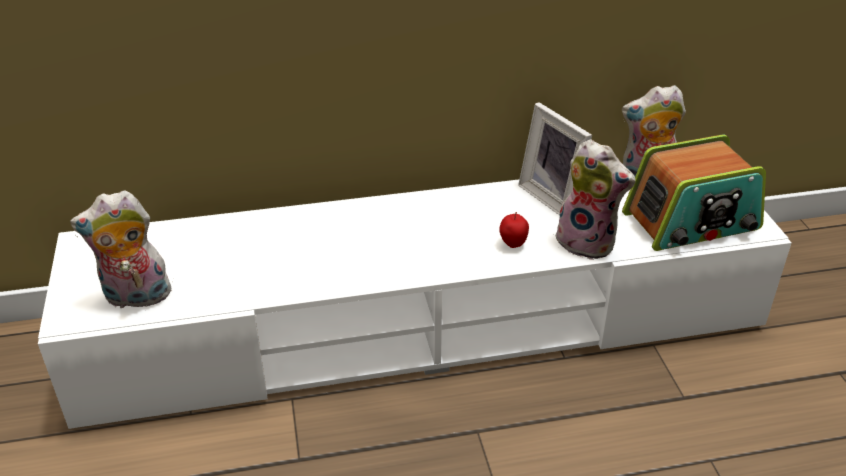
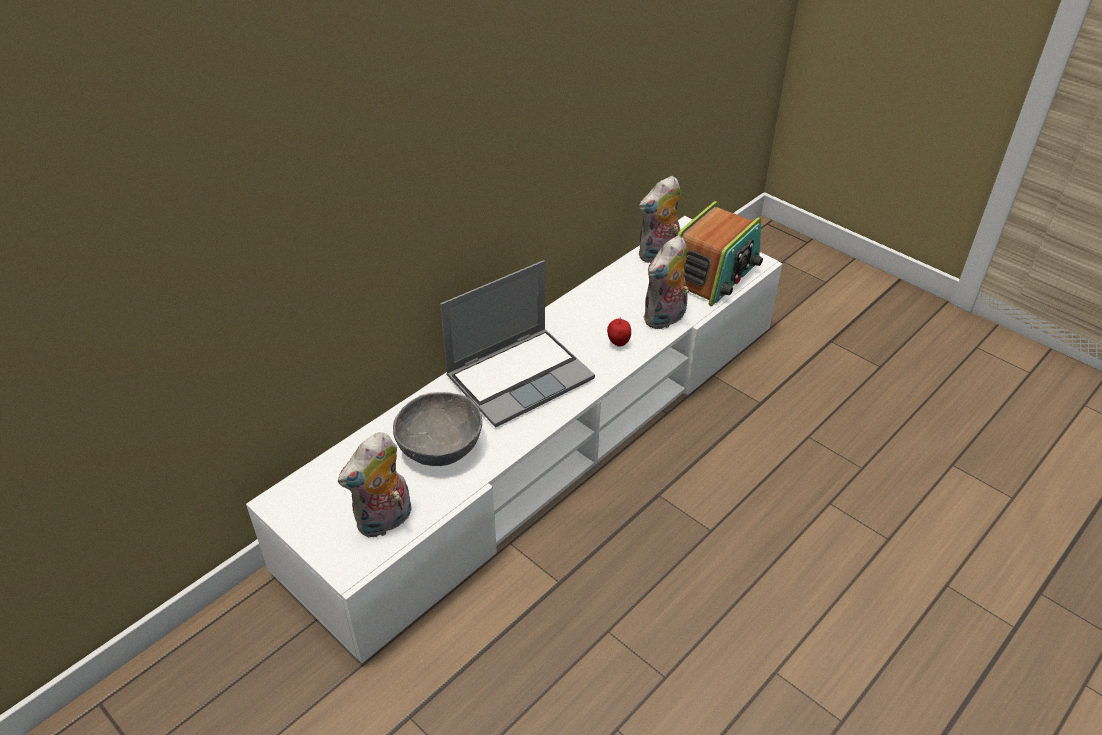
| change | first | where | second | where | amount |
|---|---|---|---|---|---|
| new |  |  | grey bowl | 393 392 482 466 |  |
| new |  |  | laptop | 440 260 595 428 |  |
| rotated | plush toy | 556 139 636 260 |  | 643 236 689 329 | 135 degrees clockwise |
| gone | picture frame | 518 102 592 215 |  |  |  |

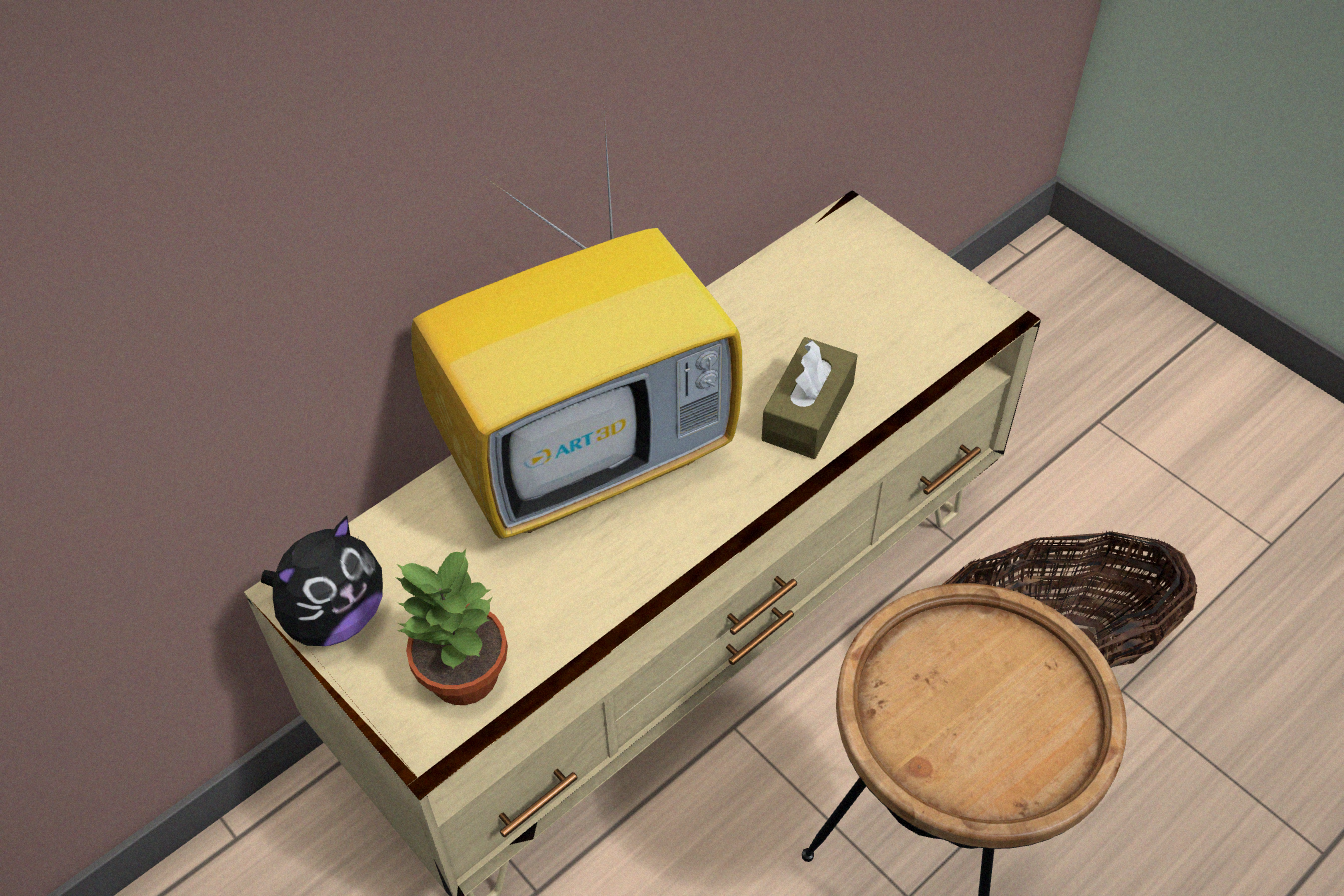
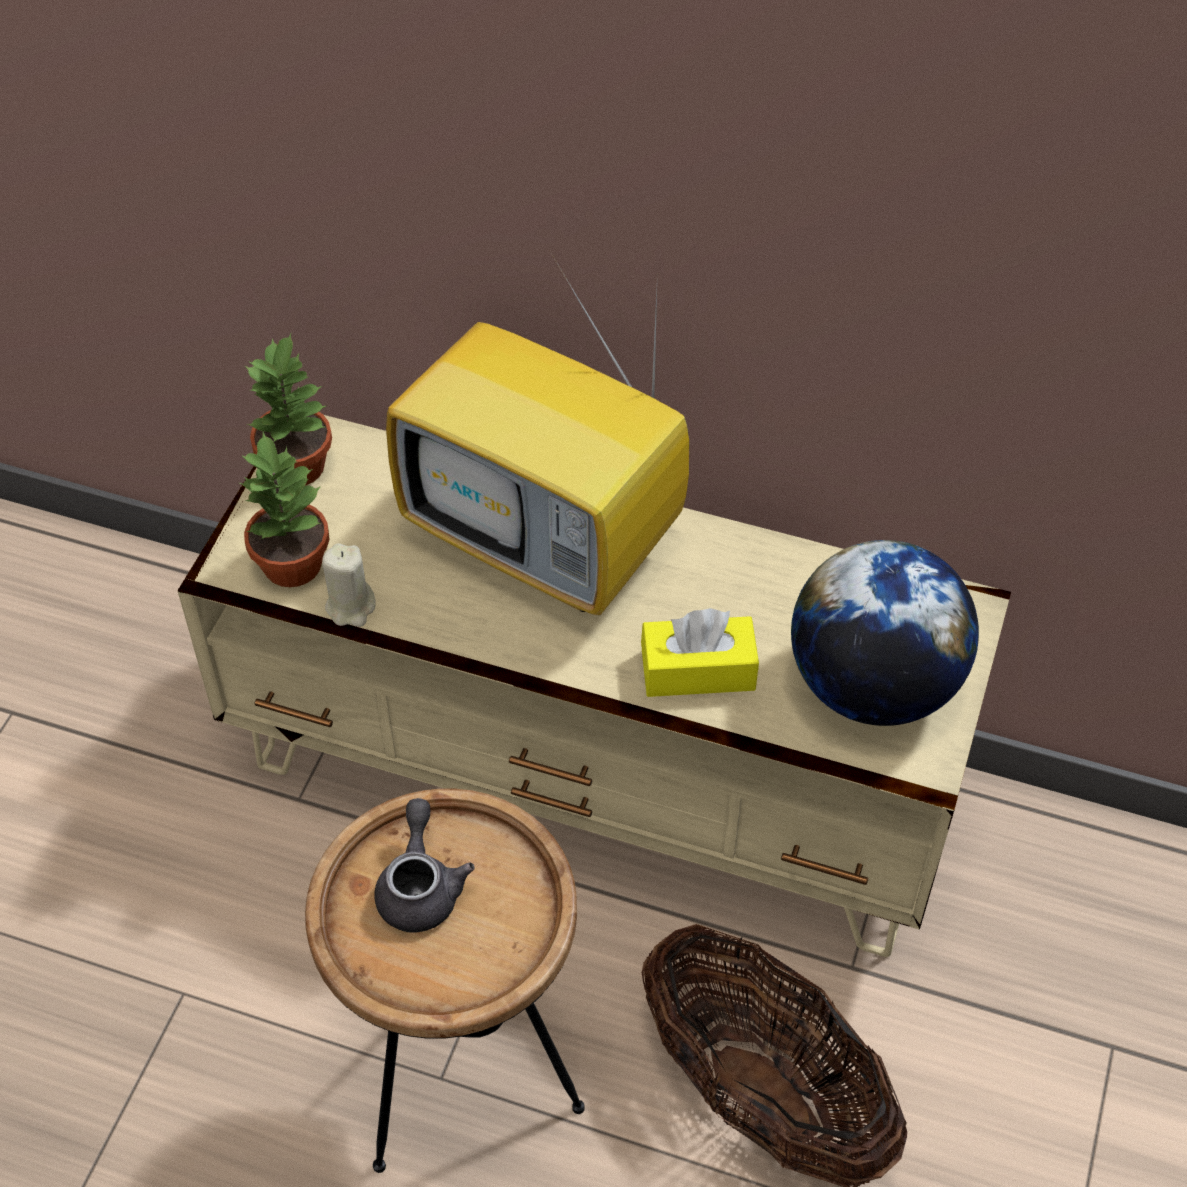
| change | first | where | second | where | amount |
|---|---|---|---|---|---|
| swapped | plush toy | 261 516 383 646 | potted plant | 244 334 332 486 |  |
| new |  |  | beige candle | 322 543 376 627 |  |
| new |  |  | grey teapot | 374 798 475 933 |  |
| repainted | brown tissue box | 762 337 857 459 | yellow tissue box | 641 608 759 697 |  |
| new |  |  | globe | 791 540 979 726 |  |

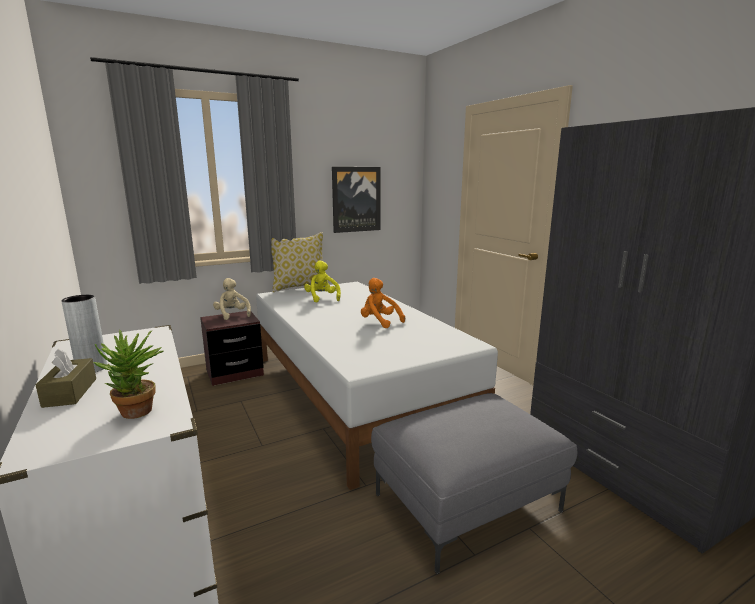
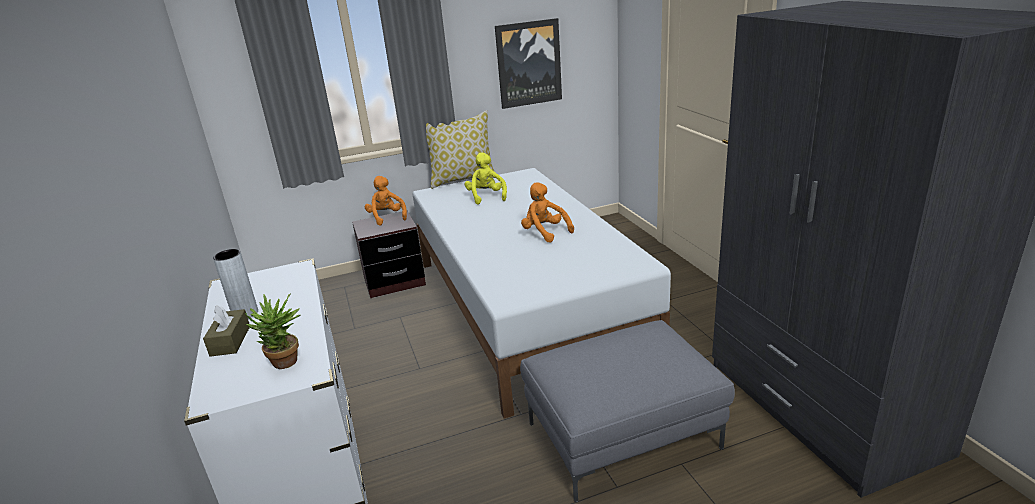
| change | first | where | second | where | amount |
|---|---|---|---|---|---|
| repainted | beige plush toy | 213 278 251 320 | orange plush toy | 365 176 407 226 |  |

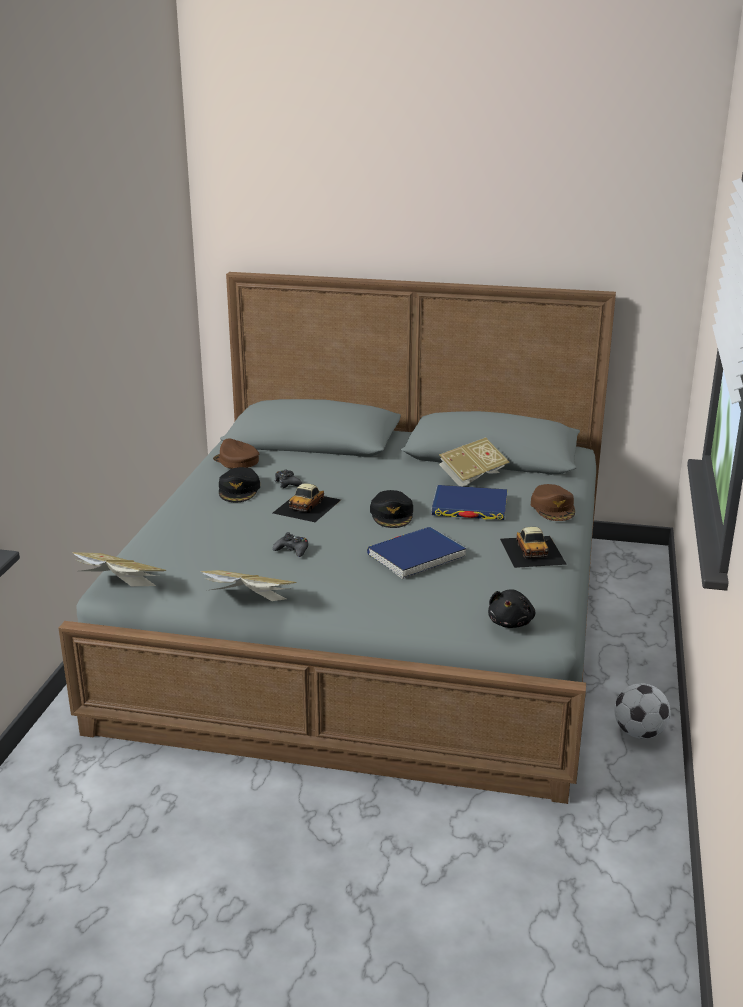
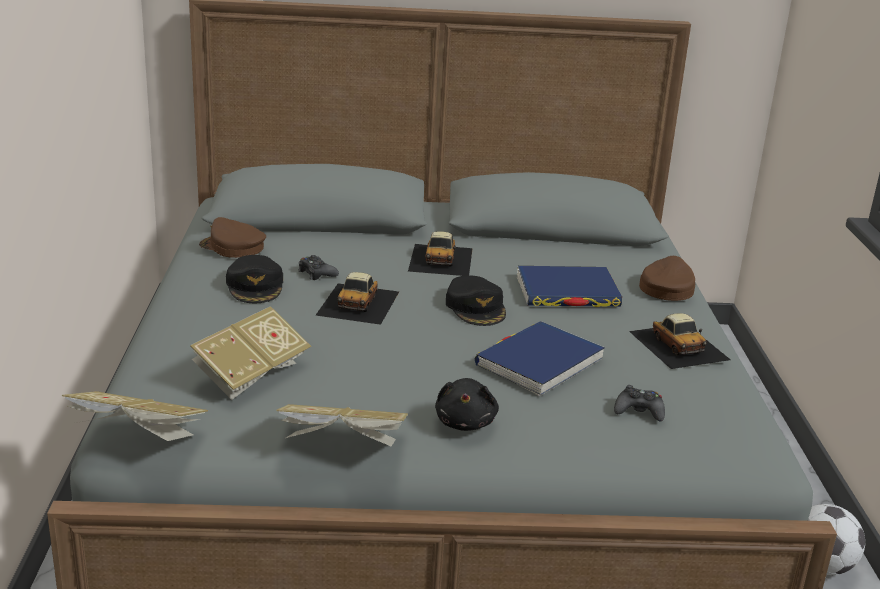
| change | first | where | second | where | amount |
|---|---|---|---|---|---|
| shifted | book | 439 437 510 487 |  | 190 306 311 400 |  |
| new |  |  | toy car | 408 231 473 276 |  |
| shifted | black plush toy | 488 589 535 628 |  | 435 378 499 431 |  |
| shifted | black game controller | 273 532 308 557 |  | 614 385 665 421 |  |
| rotated | brown cap | 531 484 575 521 |  | 639 256 695 301 | 135 degrees counterclockwise |

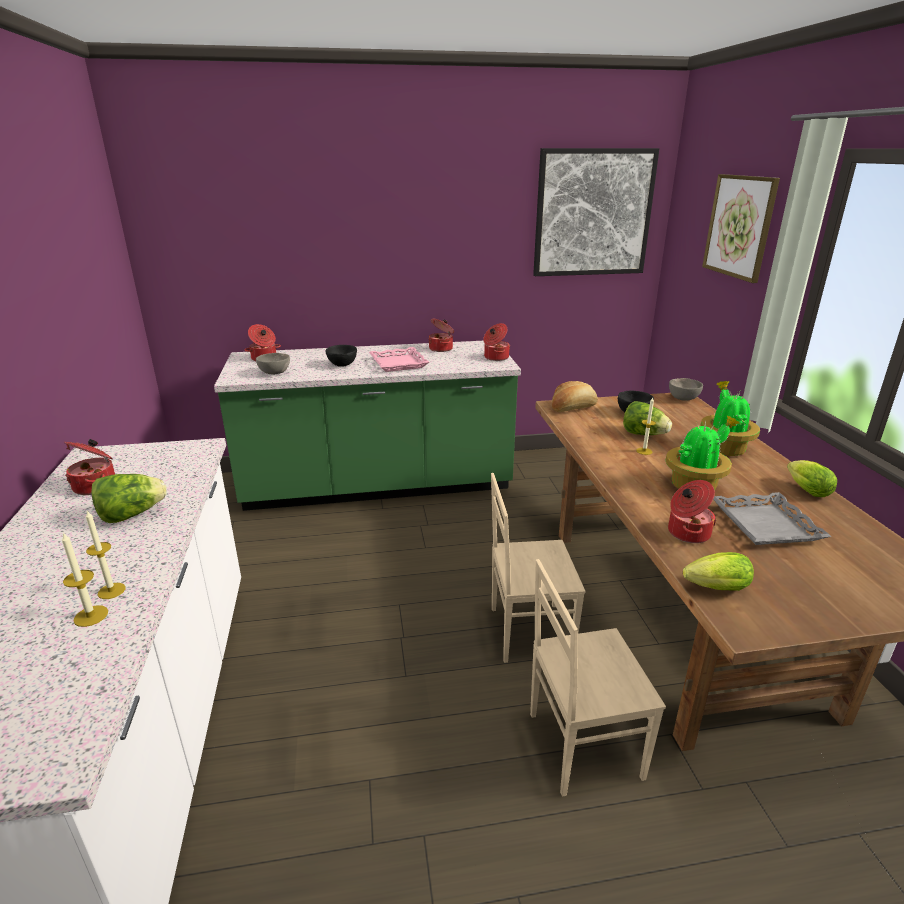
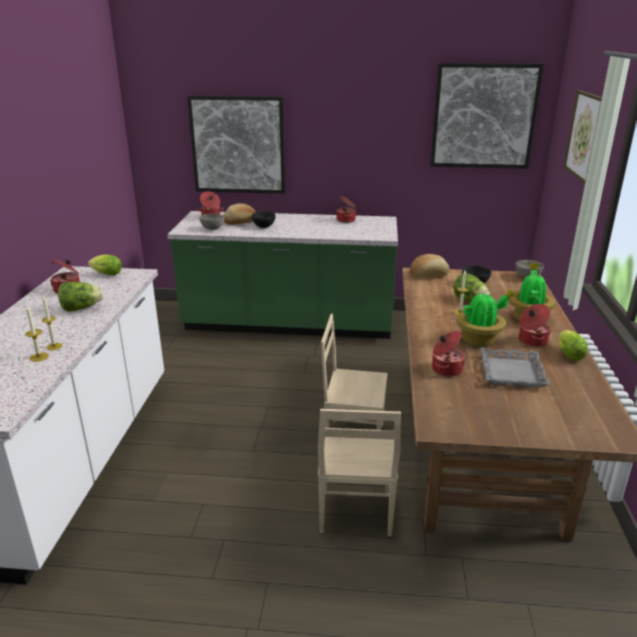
| change | first | where | second | where | amount |
|---|---|---|---|---|---|
| shifted | lettuce | 683 552 754 591 |  | 88 254 122 275 |  |
| new |  |  | picture | 187 95 286 194 |  |
| new |  |  | bread | 223 203 255 225 |  |
| rotated | beige chair | 530 559 666 797 |  | 318 409 401 536 | 90 degrees counterclockwise |
| shifted | cooking pot | 483 323 510 361 |  | 519 304 551 347 |  |
| gone | pink tray | 369 347 429 372 |  |  |  |

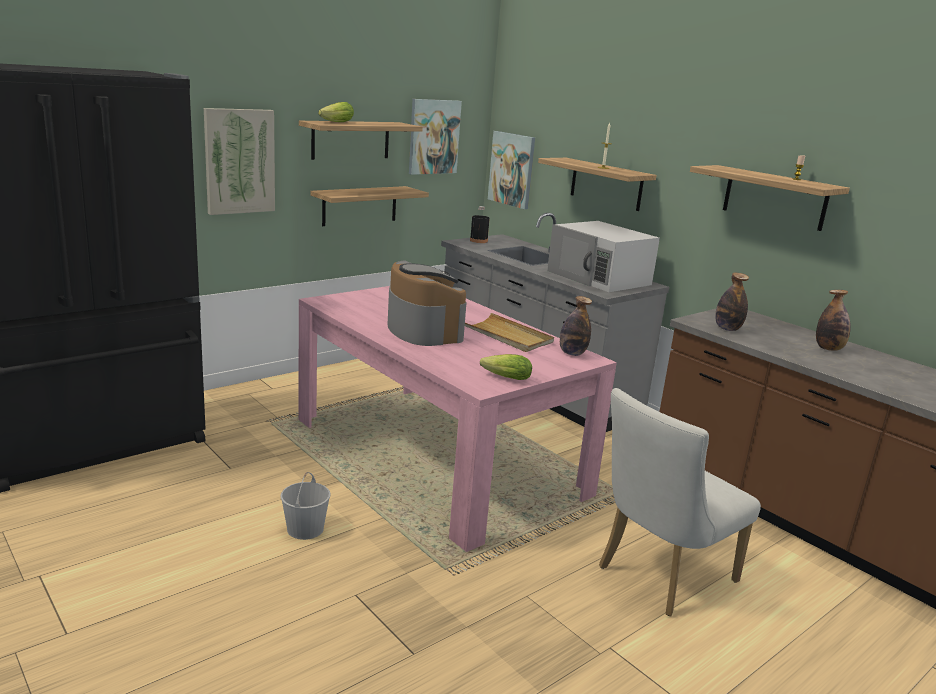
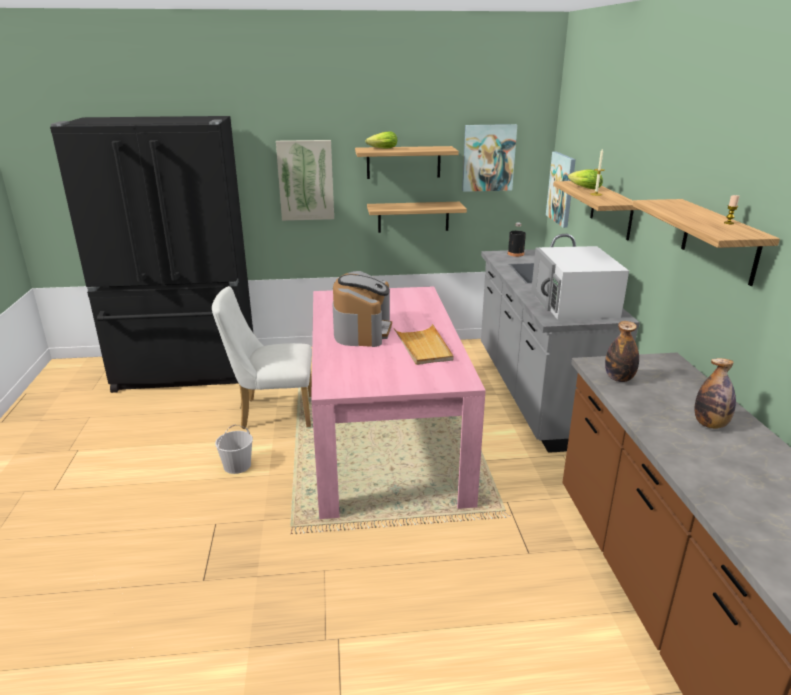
| change | first | where | second | where | amount |
|---|---|---|---|---|---|
| shifted | white chair | 599 388 761 616 |  | 212 286 312 429 |  |
| shifted | lettuce | 480 354 532 380 |  | 568 170 603 189 |  |
| gone | bottle | 560 296 592 356 |  |  |  |

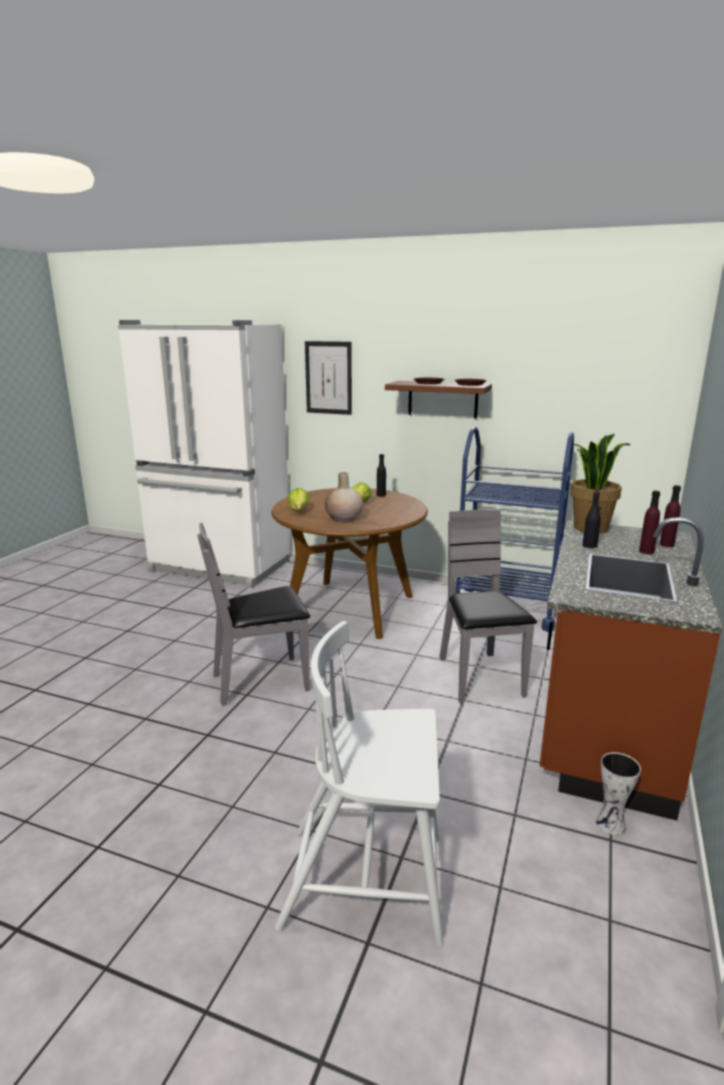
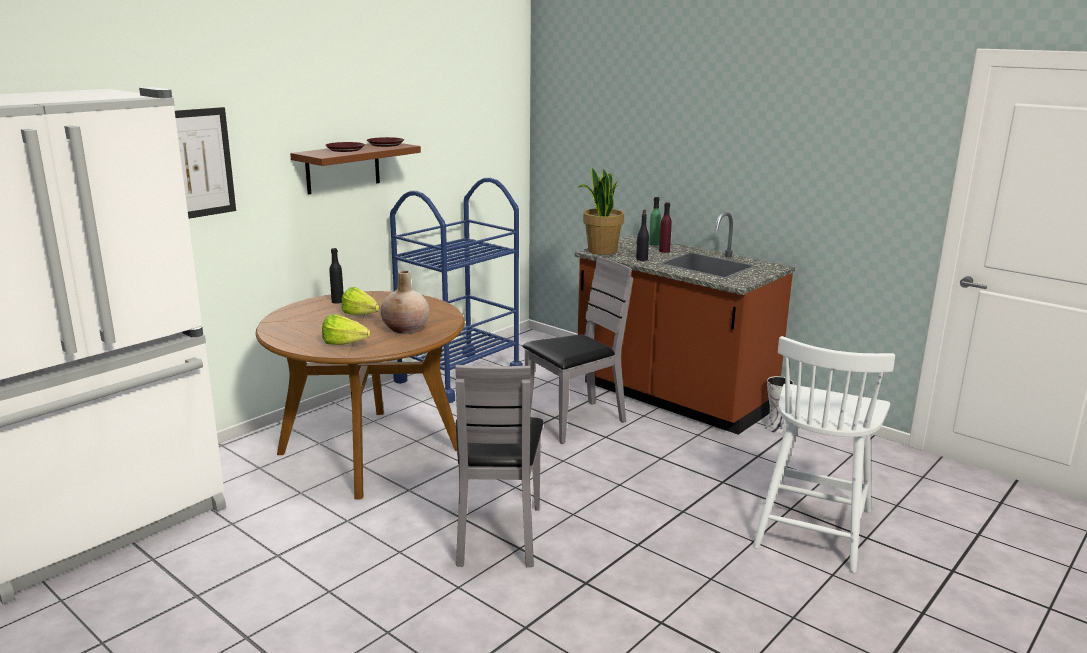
| change | first | where | second | where | amount |
|---|---|---|---|---|---|
| rotated | grey chair | 439 509 537 704 |  | 523 257 633 444 | 135 degrees clockwise |
| repainted | purple bottle | 660 485 681 547 | green bottle | 649 197 661 246 |  |

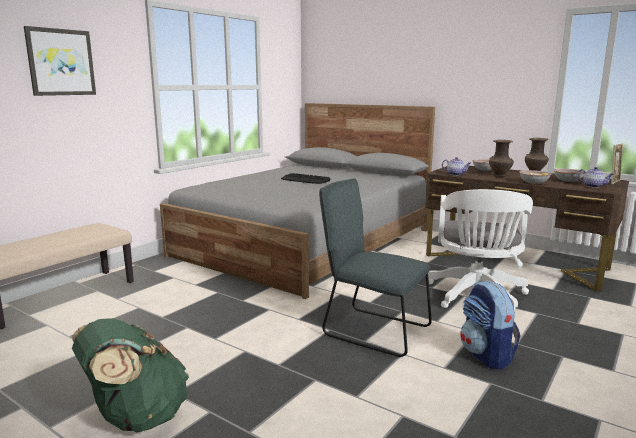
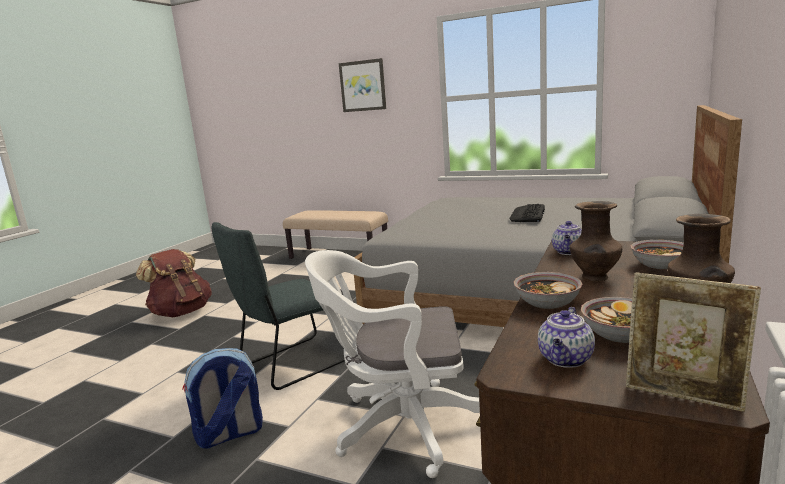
| change | first | where | second | where | amount |
|---|---|---|---|---|---|
| repainted | green backpack | 72 318 189 432 | brown backpack | 136 249 211 317 |  |
| rotated | grey chair | 319 178 432 357 |  | 212 222 345 390 | 150 degrees counterclockwise |

